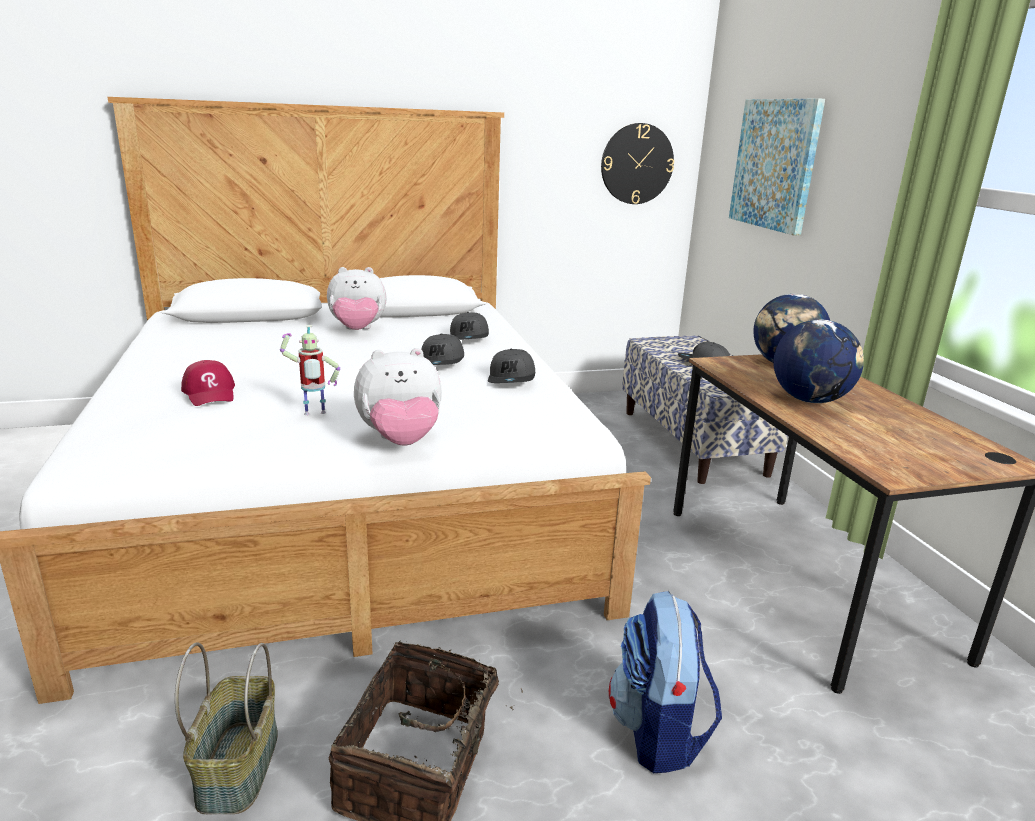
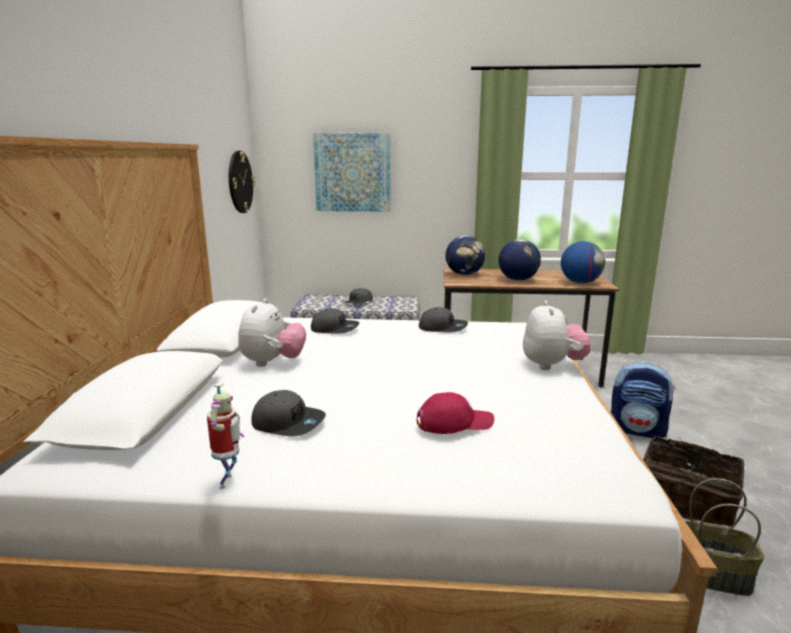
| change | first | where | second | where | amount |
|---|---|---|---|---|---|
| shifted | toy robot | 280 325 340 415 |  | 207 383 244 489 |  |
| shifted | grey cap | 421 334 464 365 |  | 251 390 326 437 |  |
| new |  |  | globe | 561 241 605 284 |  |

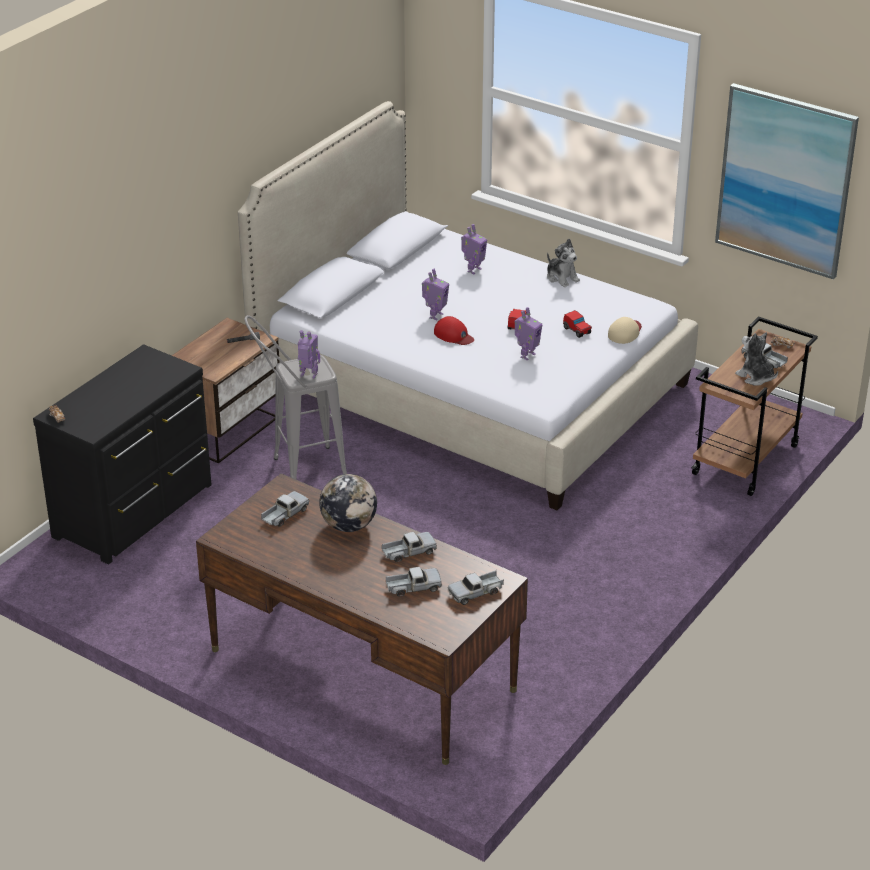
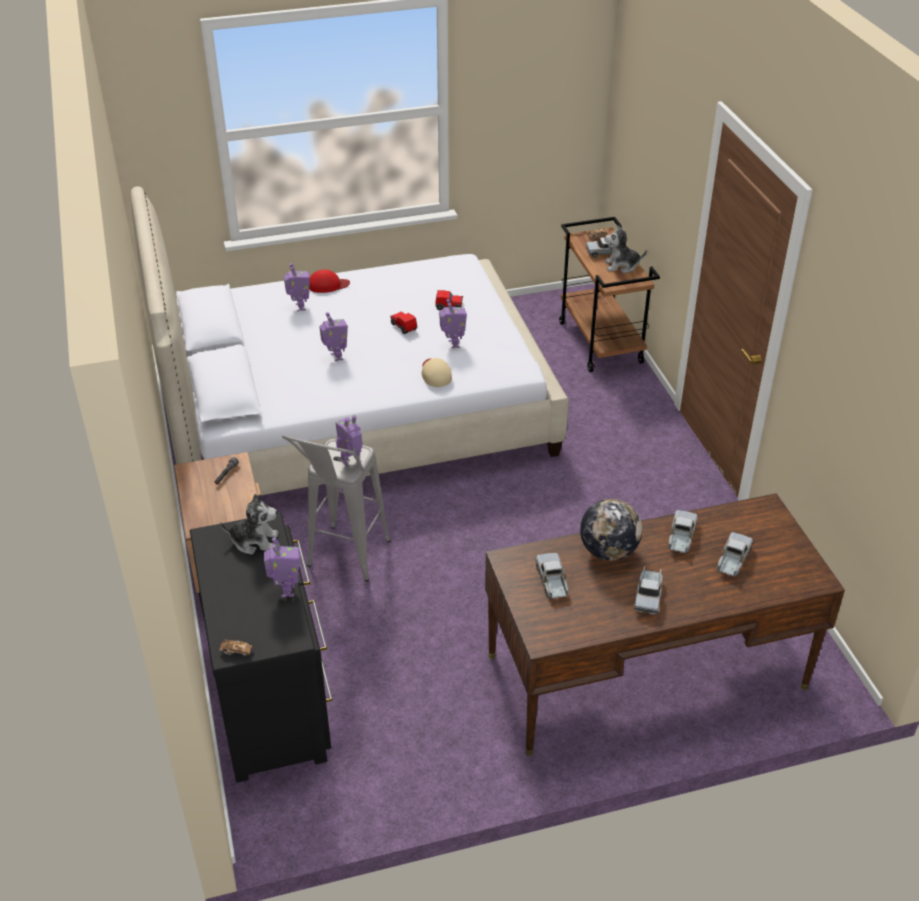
| change | first | where | second | where | amount |
|---|---|---|---|---|---|
| shifted | plush toy | 547 239 580 287 |  | 220 494 278 555 |  |
| new |  |  | toy robot | 264 537 300 597 |  |
| shifted | red cap | 434 316 474 345 |  | 309 270 350 293 |  |
| shifted | beige cap | 608 317 642 344 |  | 422 358 452 387 |  |
| shifted | toy truck | 448 570 504 605 |  | 634 566 663 615 |  |
| gone | picture | 715 83 859 279 |  |  |  |

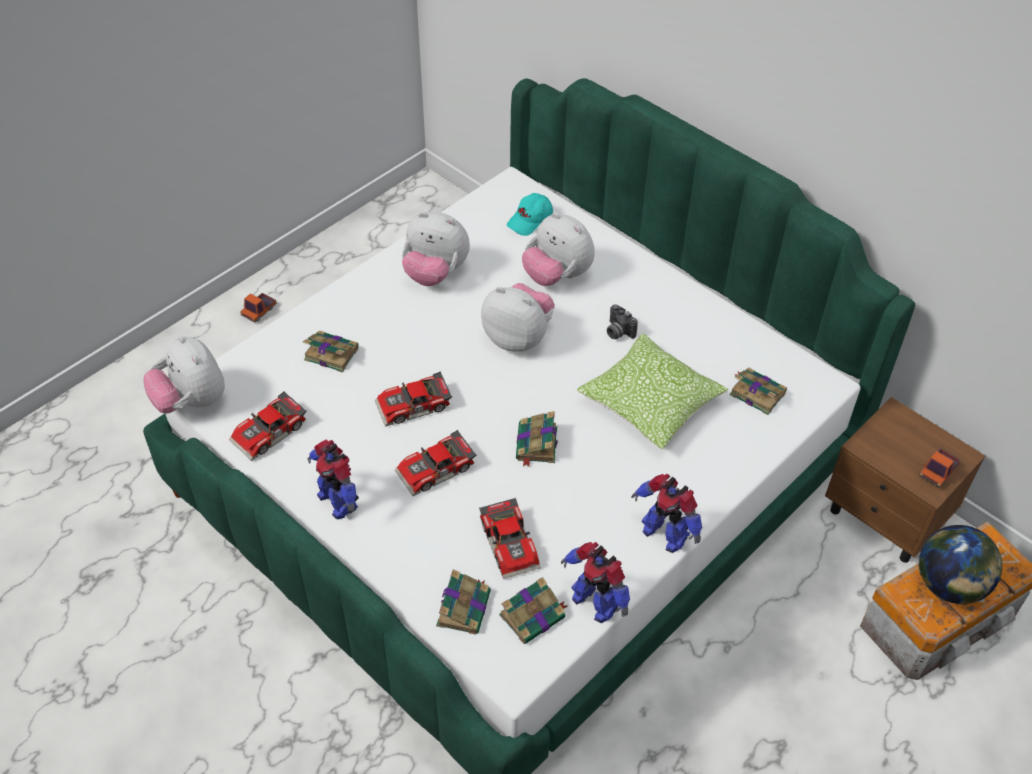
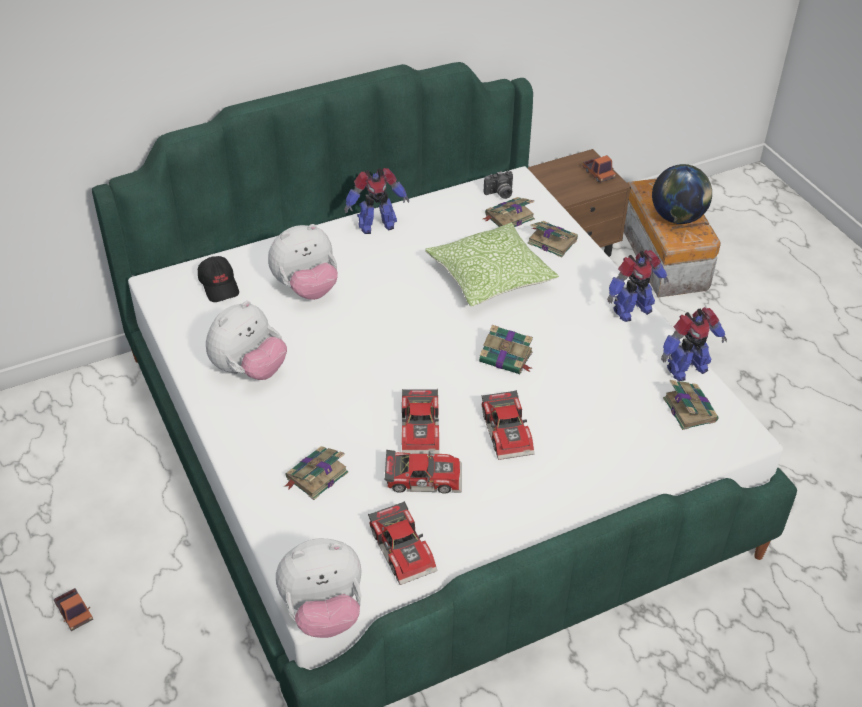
| change | first | where | second | where | amount |
|---|---|---|---|---|---|
| repainted | turquoise cap | 507 193 553 236 | black cap | 198 256 239 302 |  |
| shifted | toy robot | 307 440 359 519 |  | 344 168 409 234 |  |
| shifted | toy car | 479 498 541 579 |  | 384 450 462 494 |  |
| shifted | photo camera | 607 304 638 339 |  | 484 171 513 199 |  |
| shifted | book | 436 569 491 635 |  | 527 221 578 258 |  |
| gone | plush toy | 481 283 555 351 |  |  |  |

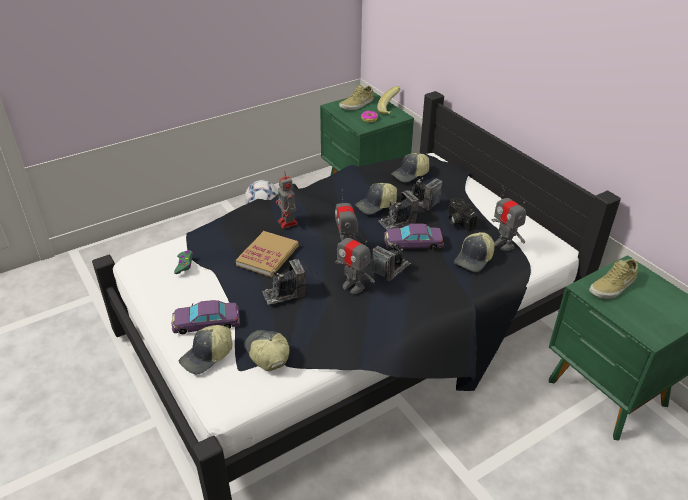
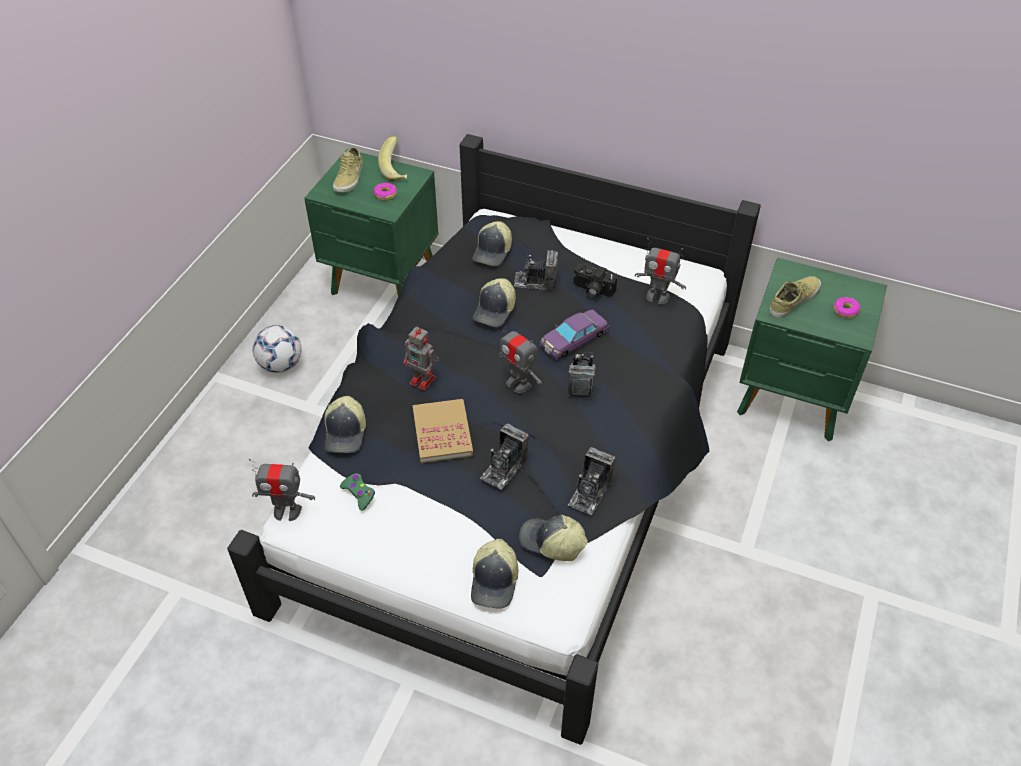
| change | first | where | second | where | amount |
|---|---|---|---|---|---|
| shifted | toy robot | 335 226 375 294 |  | 249 459 315 521 |  |
| shifted | cap | 454 232 495 272 |  | 325 396 366 453 |  |
| shifted | photo camera | 379 190 419 230 |  | 568 447 615 515 |  |
| rotated | beige shoe | 589 259 638 299 |  | 769 276 821 318 | 150 degrees counterclockwise |
| new |  |  | donut | 834 297 860 318 |  |
| gone | purple toy car | 172 300 240 334 |  |  |  |

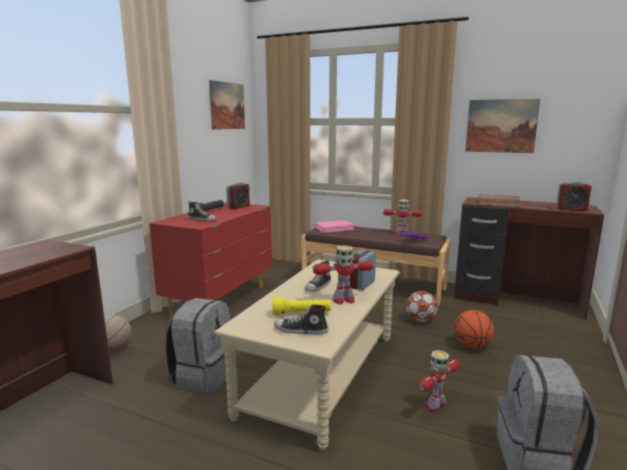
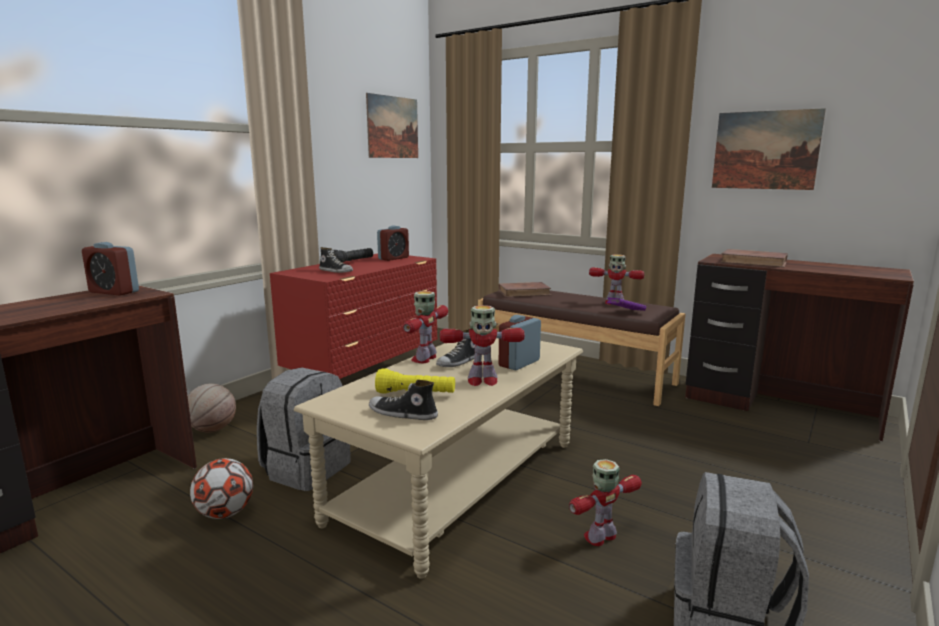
| change | first | where | second | where | amount |
|---|---|---|---|---|---|
| shifted | alarm clock | 556 181 592 211 |  | 82 242 139 296 |  |
| shifted | football | 406 291 437 322 |  | 190 458 253 519 |  |
| new |  |  | toy robot | 403 291 448 363 |  |
| repainted | pink book | 315 220 355 233 | brown book | 499 282 552 297 |  |
| gone | basketball | 454 310 494 348 |  |  |  |

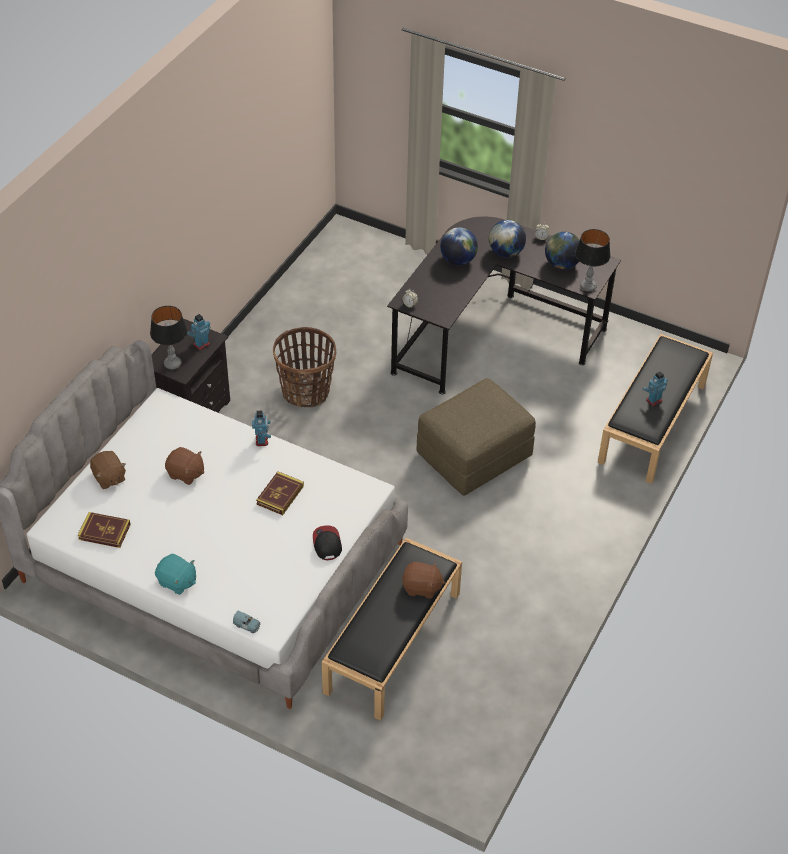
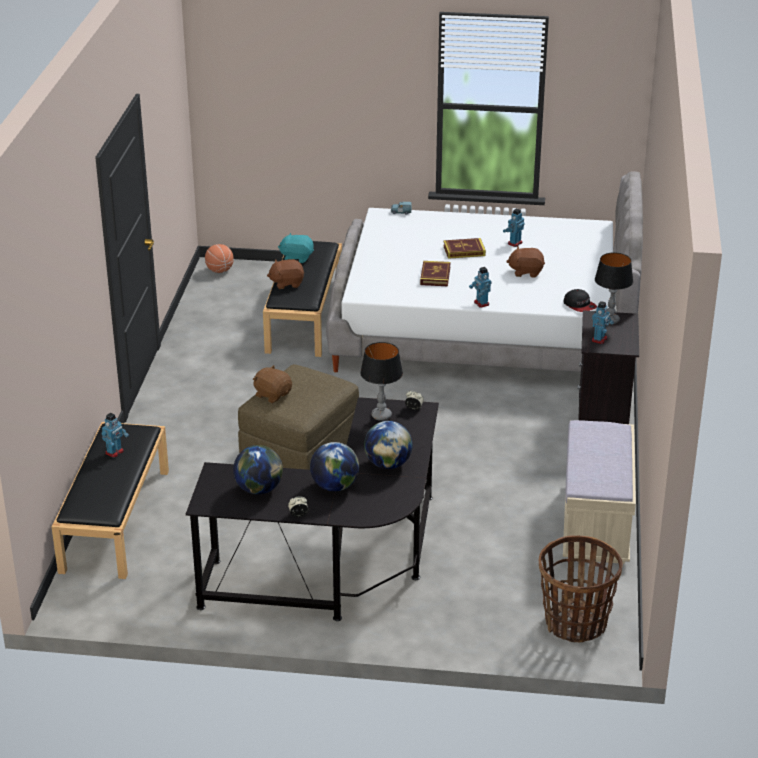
| change | first | where | second | where | amount |
|---|---|---|---|---|---|
| new |  |  | basketball | 205 244 234 273 |  |
| shifted | brown plush toy | 90 451 126 489 |  | 253 365 292 403 |  |
| shifted | turquoise plush toy | 155 554 196 595 |  | 278 233 314 263 |  |
| shifted | table lamp | 575 229 611 291 |  | 360 342 403 421 |  |
| shifted | book | 78 512 131 548 |  | 443 238 486 259 |  |
| new |  |  | toy robot | 503 208 524 247 |  |
| shifted | basket | 273 327 336 407 |  | 539 535 623 642 |  |
| new |  |  | beige bench | 563 420 636 564 |  |
| shifted | cap | 313 526 342 560 |  | 564 289 597 312 |  |

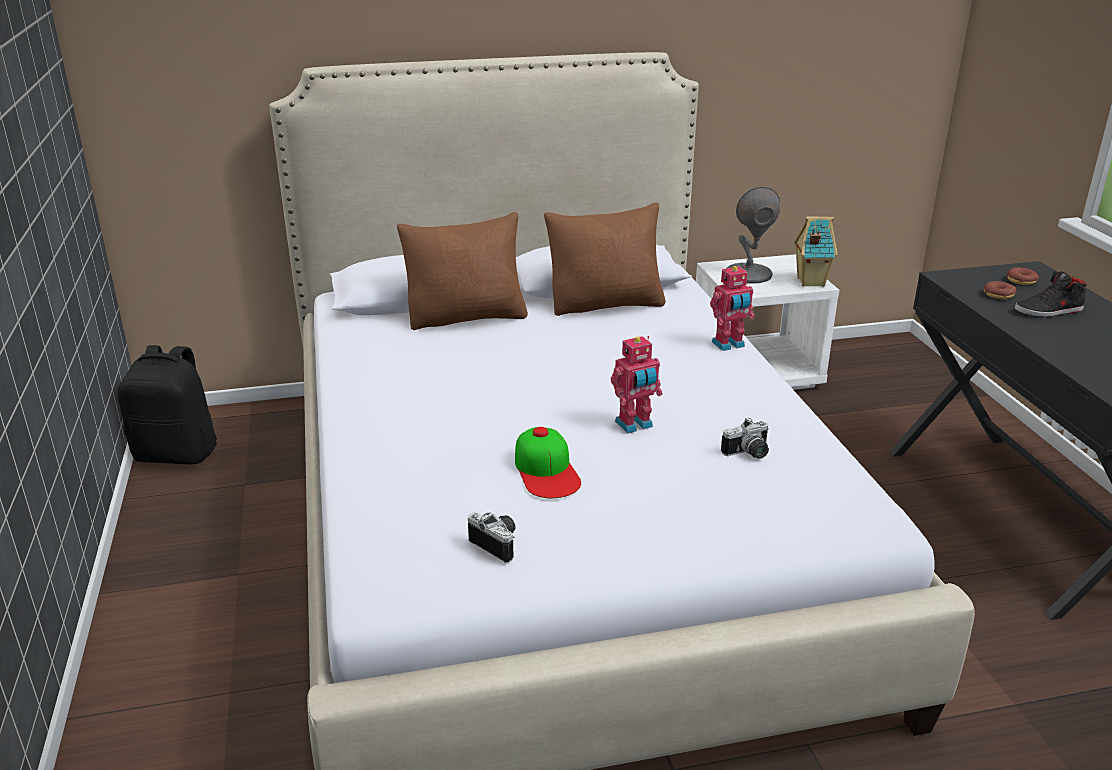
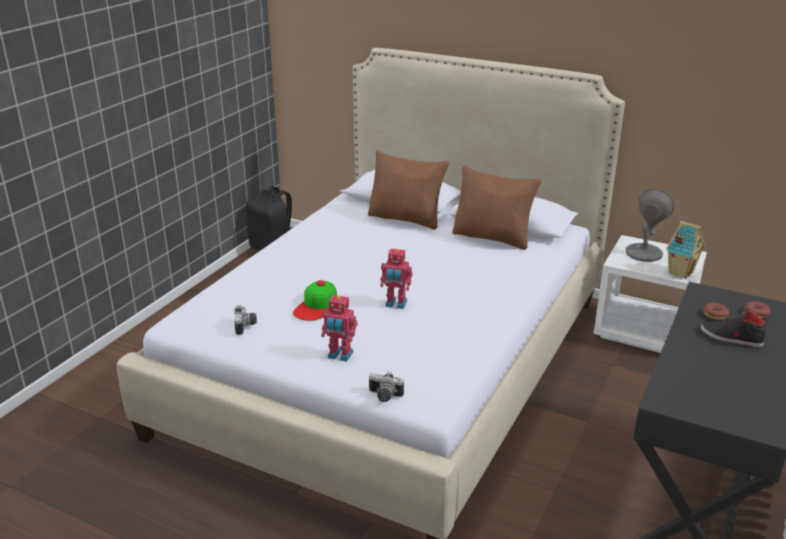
| change | first | where | second | where | amount |
|---|---|---|---|---|---|
| shifted | toy robot | 710 266 755 351 |  | 321 295 358 362 |  |
| shifted | photo camera | 721 418 769 459 |  | 369 371 404 402 |  |

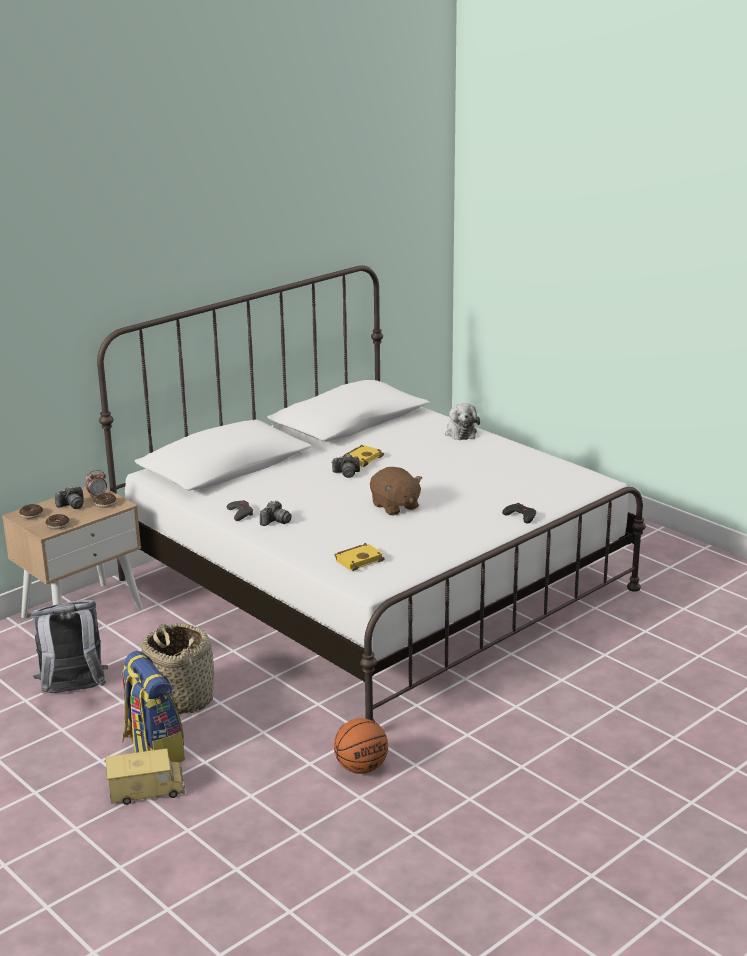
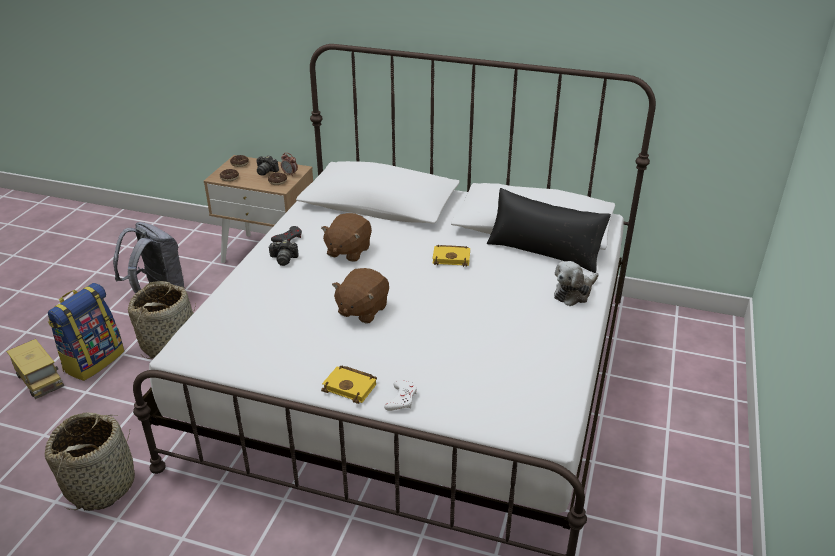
| change | first | where | second | where | amount |
|---|---|---|---|---|---|
| swapped | basketball | 334 718 388 774 | basket | 45 413 135 511 |  |
| new |  |  | brown plush toy | 321 213 372 262 |  |
| shifted | yellow book | 335 543 385 571 |  | 321 366 377 404 |  |
| repainted | black game controller | 502 503 536 524 | white game controller | 384 380 417 411 |  |
| new |  |  | black pillow | 487 188 611 273 |  |
| gone | photo camera | 331 454 360 478 |  |  |  |

